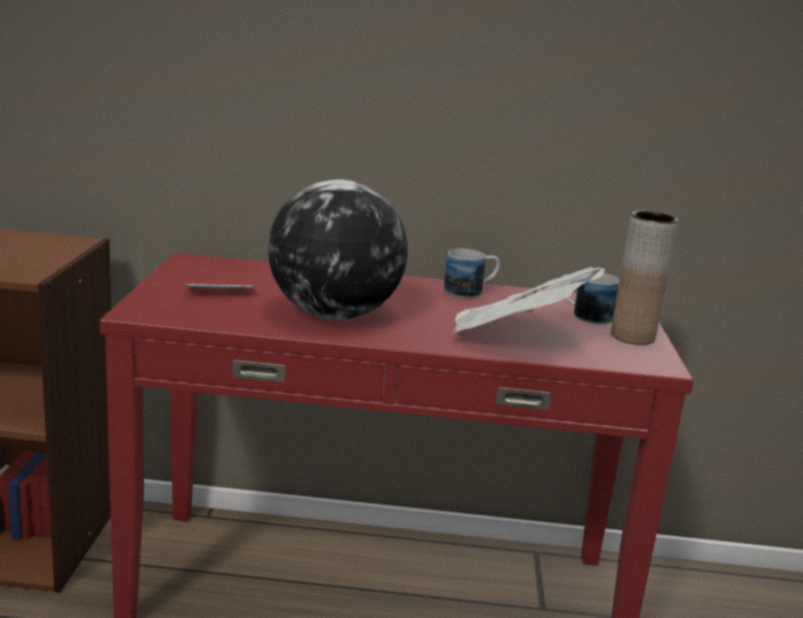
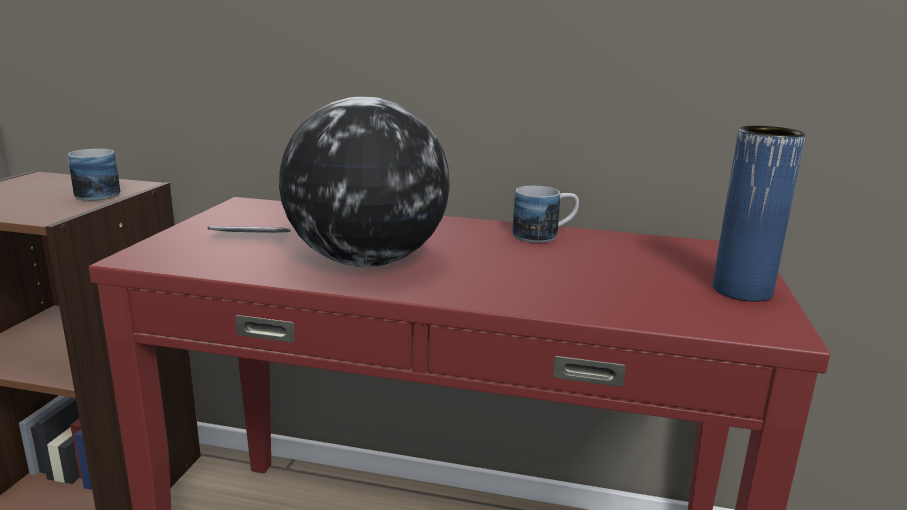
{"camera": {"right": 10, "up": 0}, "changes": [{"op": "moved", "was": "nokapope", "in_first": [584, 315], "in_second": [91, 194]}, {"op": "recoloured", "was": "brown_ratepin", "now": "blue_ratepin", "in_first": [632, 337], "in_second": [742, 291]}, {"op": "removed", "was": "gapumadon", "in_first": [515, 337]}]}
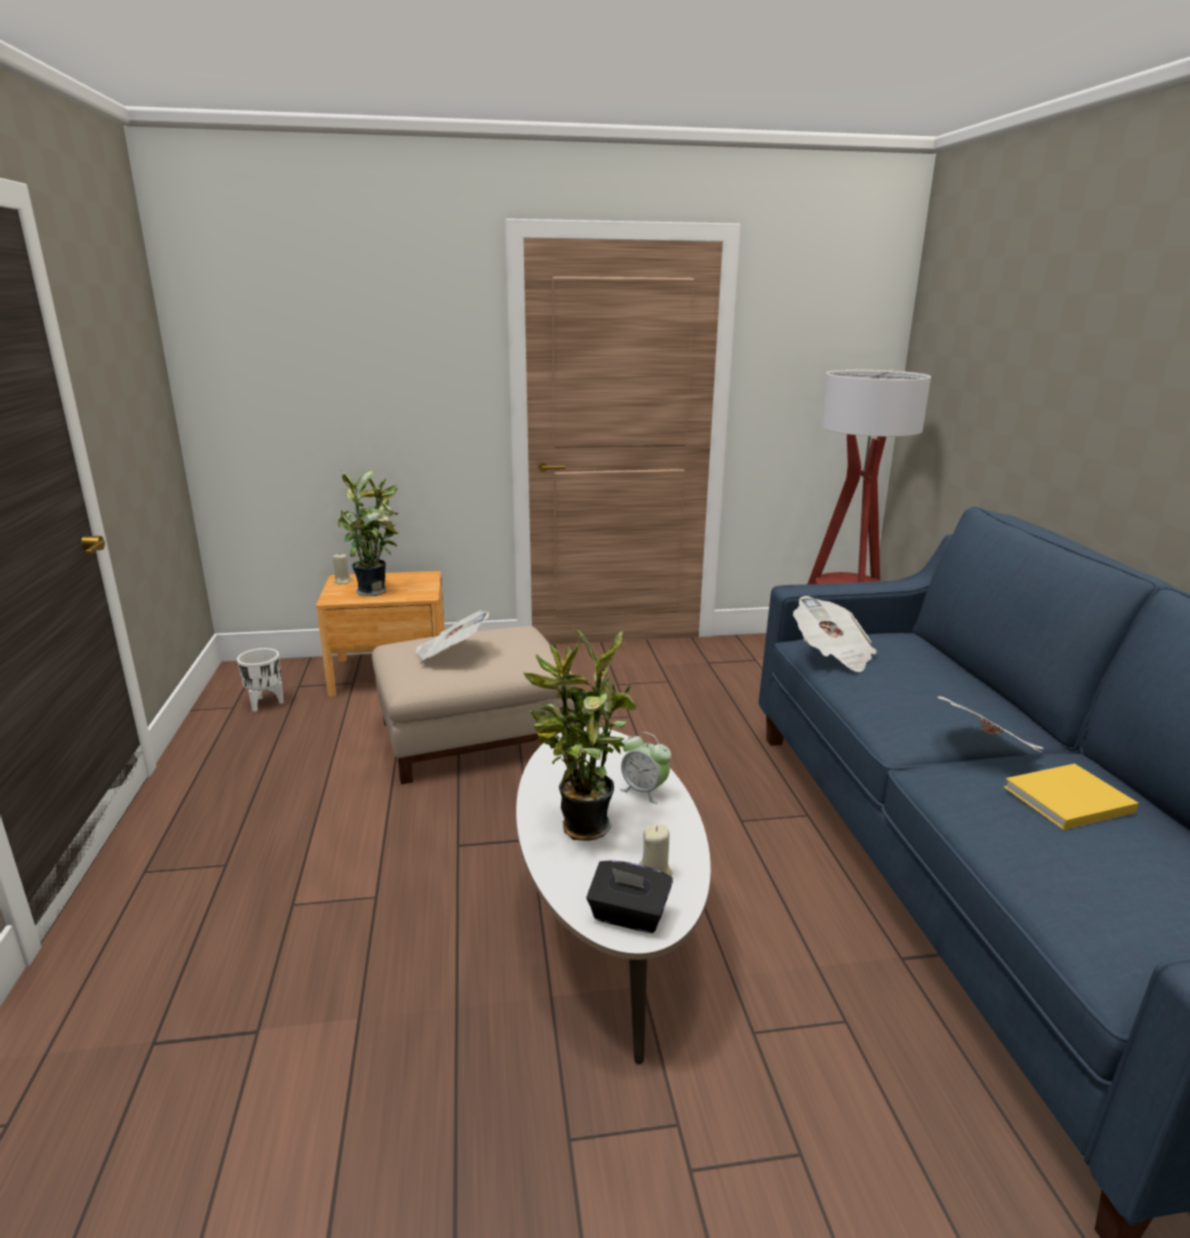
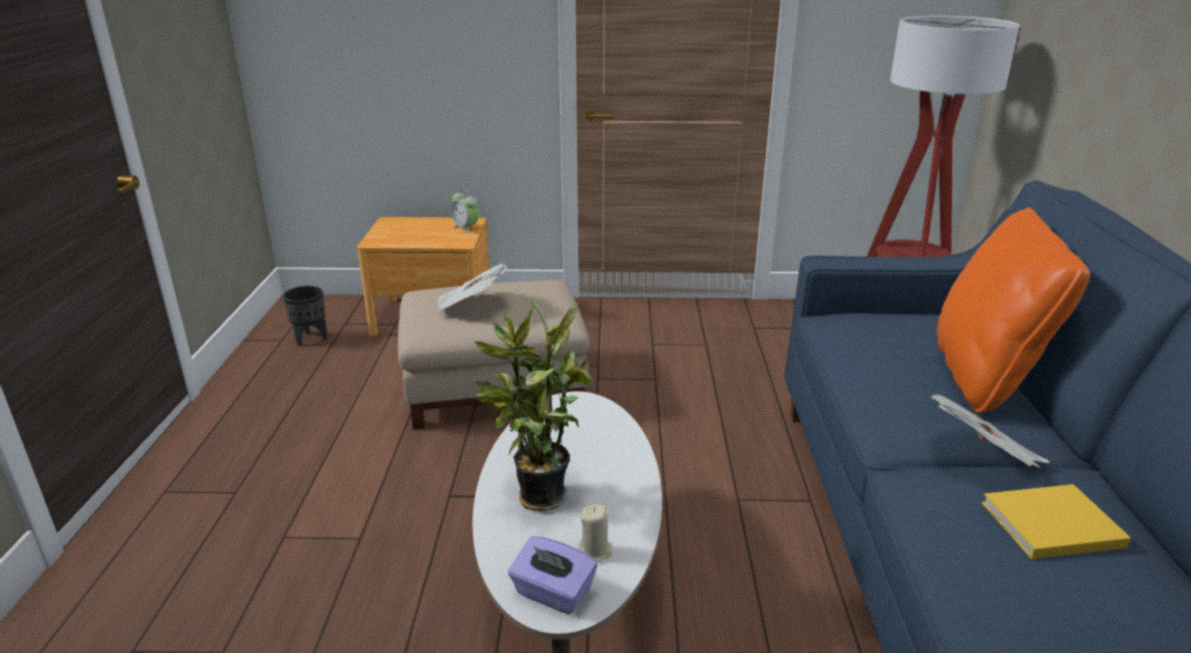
{"camera": {"right": 10, "up": 5}, "changes": [{"op": "recoloured", "was": "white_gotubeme", "now": "black_gotubeme", "in_first": [265, 703], "in_second": [311, 338]}, {"op": "moved", "was": "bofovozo", "in_first": [644, 791], "in_second": [466, 228]}, {"op": "recoloured", "was": "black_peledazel", "now": "purple_peledazel", "in_first": [628, 916], "in_second": [552, 593]}, {"op": "added", "now": "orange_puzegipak", "in_second": [985, 377]}, {"op": "removed", "was": "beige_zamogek", "in_first": [342, 581]}, {"op": "removed", "was": "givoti", "in_first": [375, 591]}, {"op": "removed", "was": "gapumadon", "in_first": [832, 654]}]}
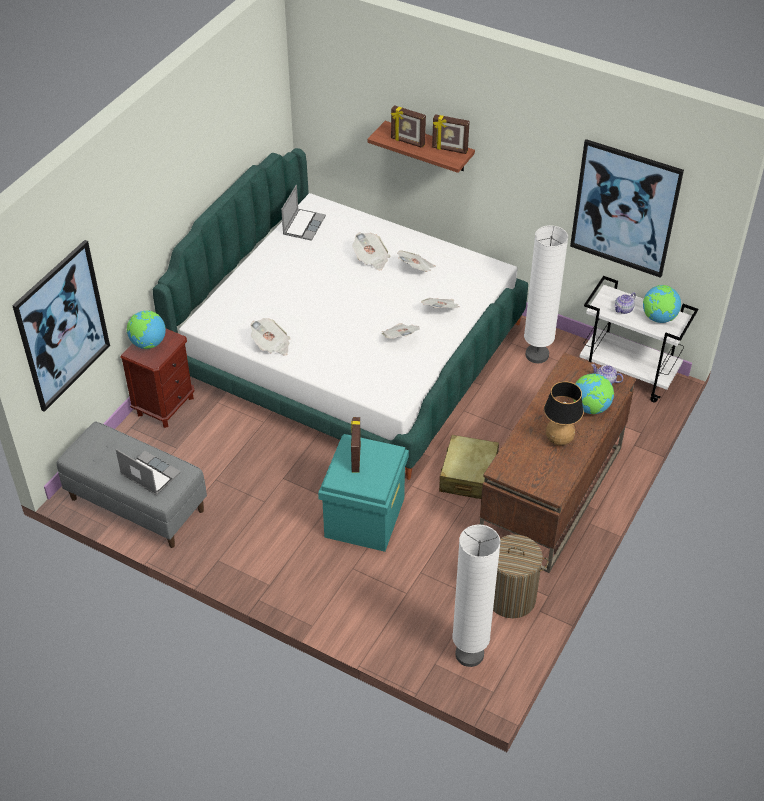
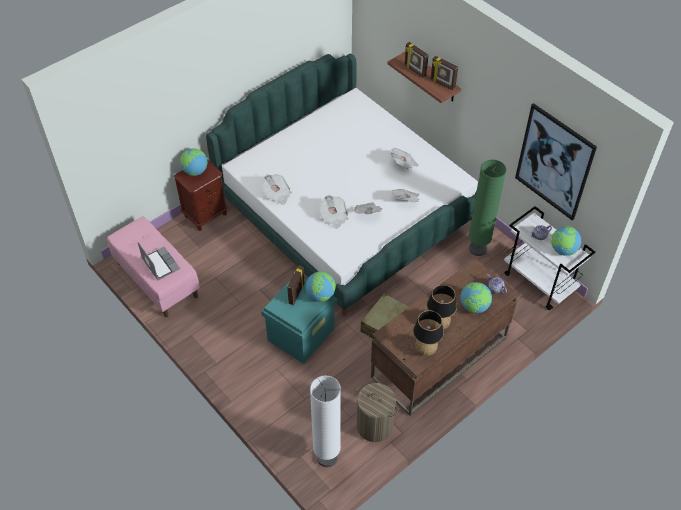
{"camera": {"right": 20, "up": 5}, "changes": [{"op": "recoloured", "was": "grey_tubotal", "now": "pink_tubotal", "in_first": [136, 504], "in_second": [156, 280]}, {"op": "added", "now": "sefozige", "in_second": [321, 295]}, {"op": "moved", "was": "gapumadon", "in_first": [371, 259], "in_second": [334, 217]}, {"op": "added", "now": "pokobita", "in_second": [422, 349]}, {"op": "recoloured", "was": "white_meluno", "now": "green_meluno", "in_first": [537, 355], "in_second": [477, 249]}, {"op": "removed", "was": "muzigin", "in_first": [62, 326]}, {"op": "removed", "was": "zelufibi", "in_first": [303, 225]}]}
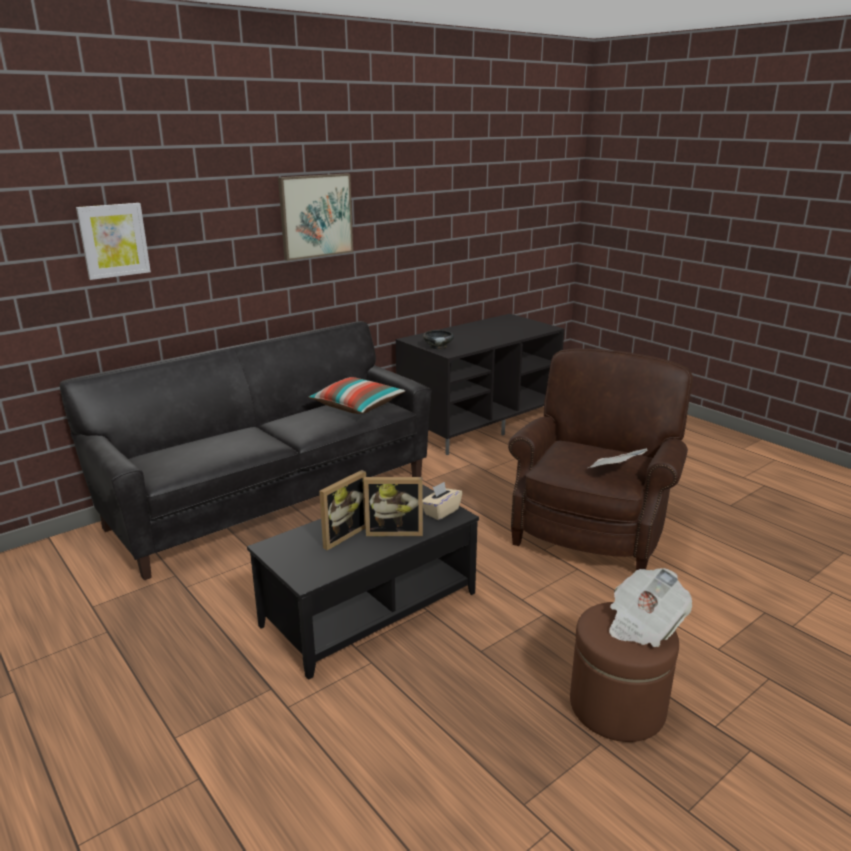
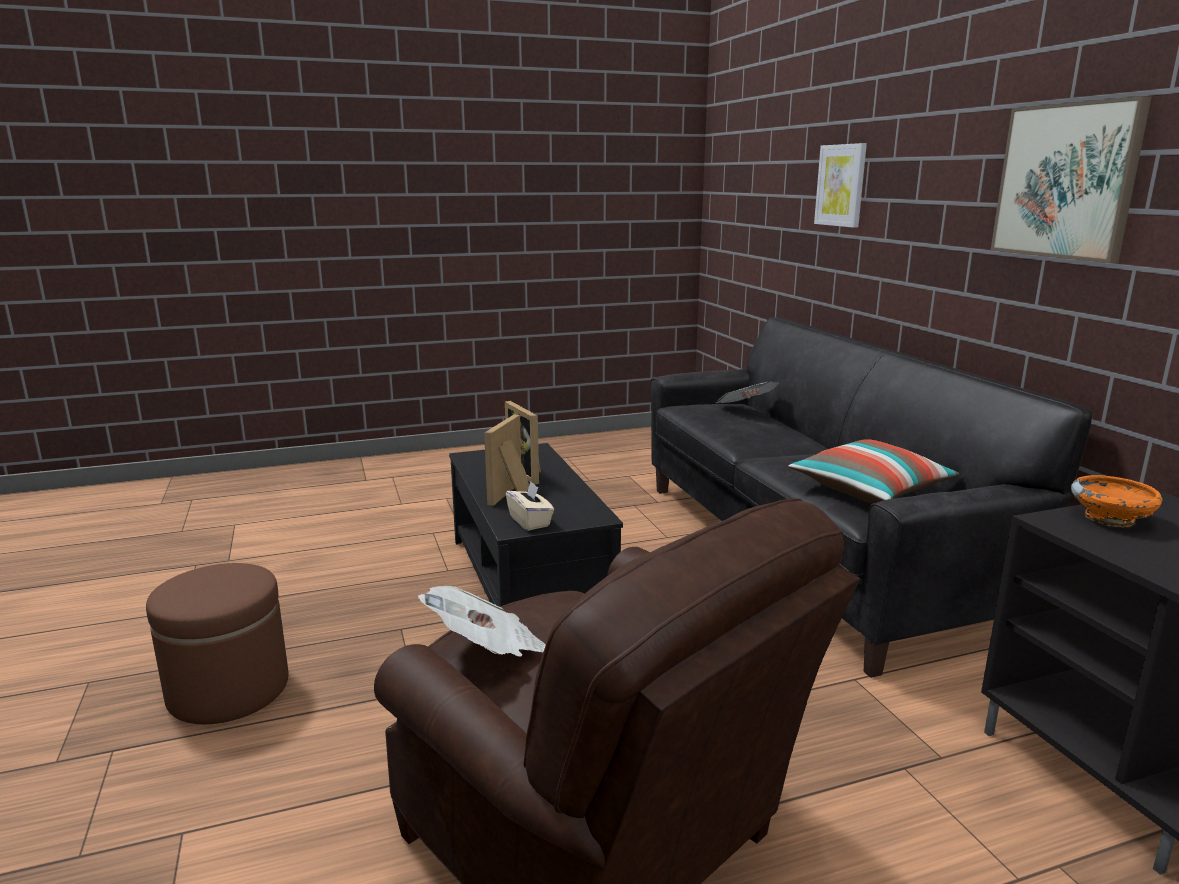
{"camera": {"right": 110, "up": -5}, "changes": [{"op": "moved", "was": "gapumadon", "in_first": [643, 624], "in_second": [745, 409]}, {"op": "recoloured", "was": "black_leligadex", "now": "orange_leligadex", "in_first": [438, 346], "in_second": [1110, 519]}]}
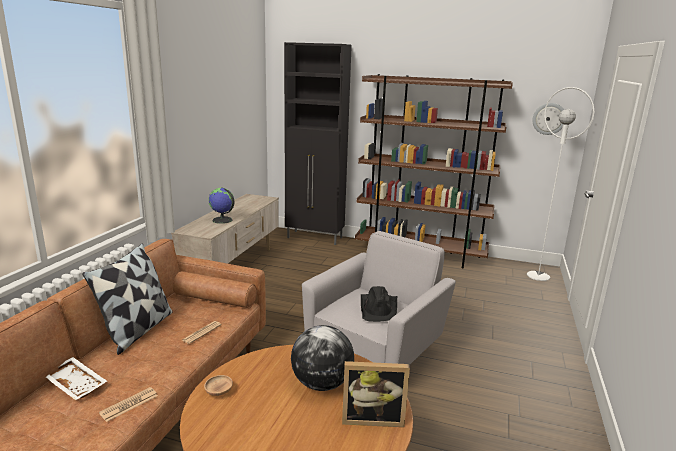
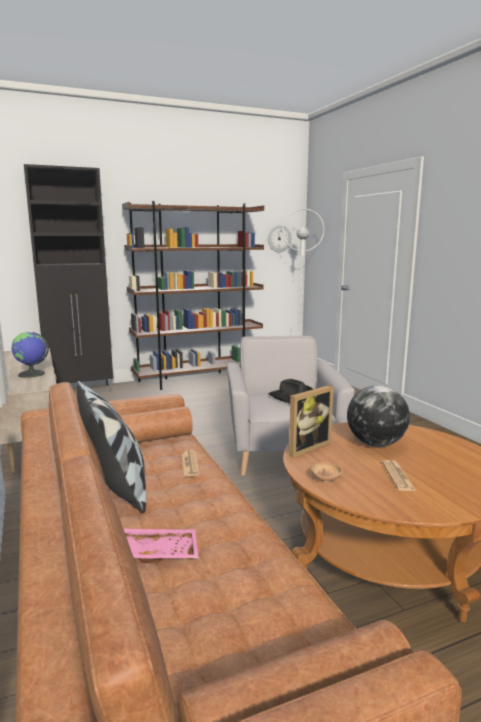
{"camera": {"right": -40, "up": -5}, "changes": [{"op": "recoloured", "was": "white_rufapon", "now": "pink_rufapon", "in_first": [76, 384], "in_second": [157, 552]}, {"op": "moved", "was": "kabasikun", "in_first": [372, 418], "in_second": [305, 447]}, {"op": "moved", "was": "gapumadon", "in_first": [129, 404], "in_second": [398, 476]}]}
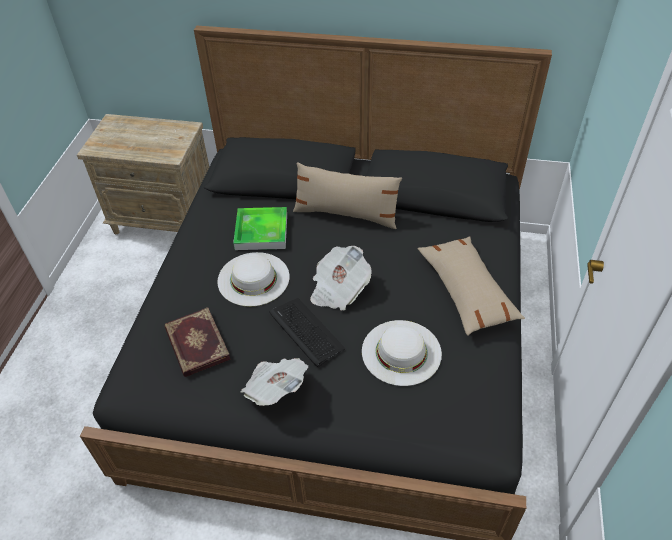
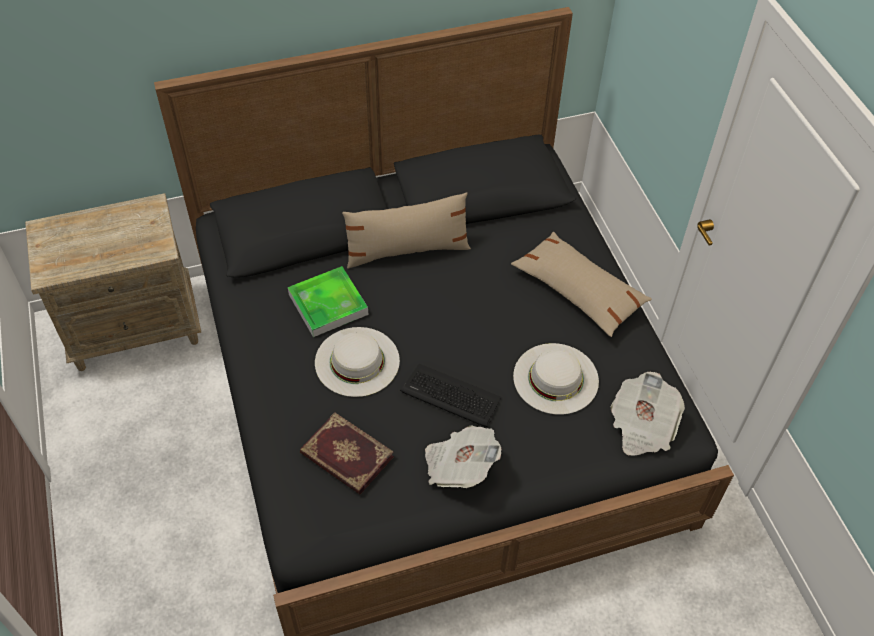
{"camera": {"right": -30, "up": 5}, "changes": [{"op": "moved", "was": "gapumadon", "in_first": [338, 289], "in_second": [642, 426]}]}
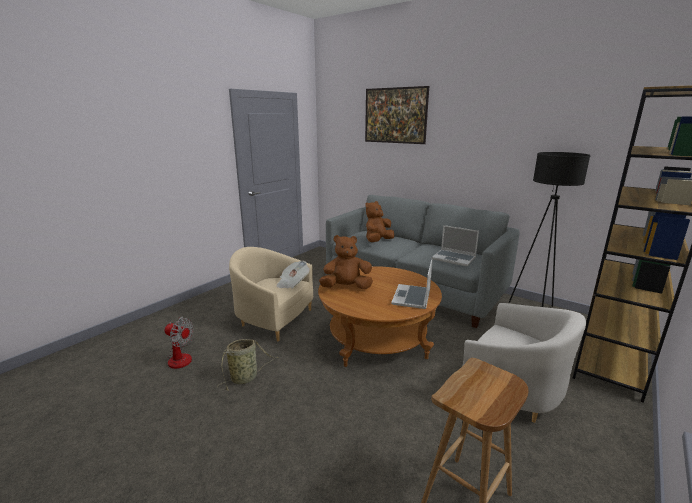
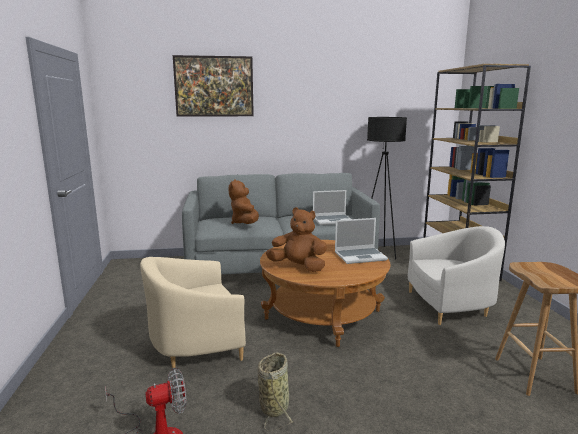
{"camera": {"right": -45, "up": -5}, "changes": [{"op": "turned", "was": "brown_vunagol", "in_first": [346, 287], "in_second": [298, 267], "clockwise": 75}, {"op": "turned", "was": "zelufibi", "in_first": [412, 298], "in_second": [360, 256], "clockwise": -75}, {"op": "removed", "was": "gapumadon", "in_first": [292, 283]}]}
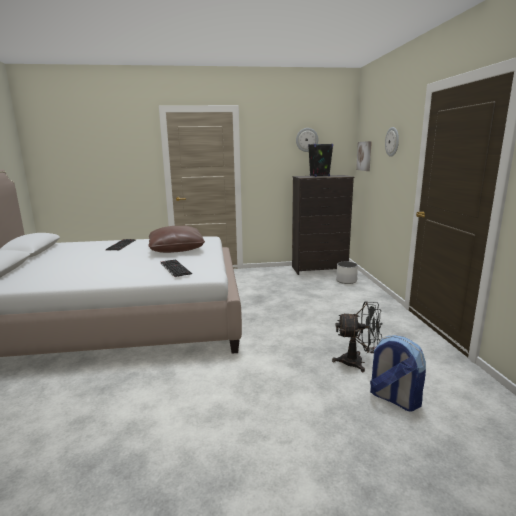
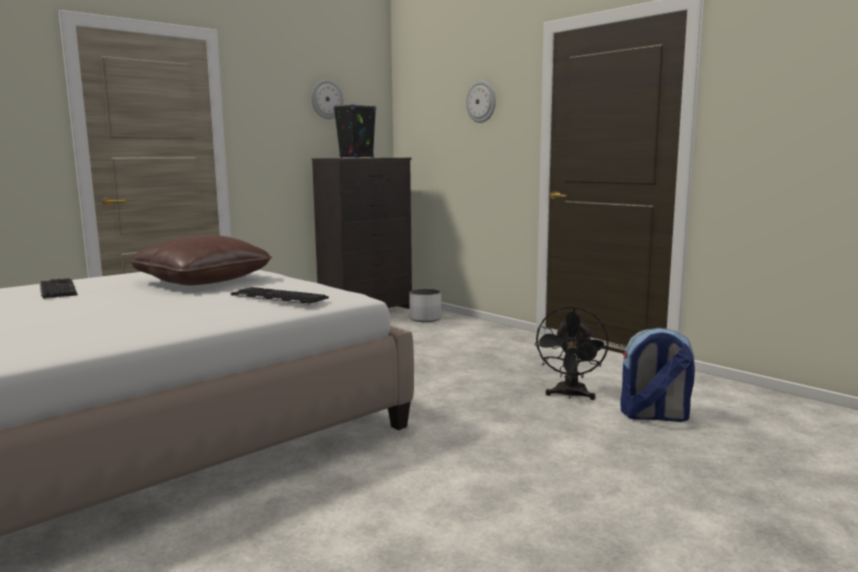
{"camera": {"right": -35, "up": -5}, "changes": [{"op": "turned", "was": "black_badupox", "in_first": [358, 362], "in_second": [570, 395], "clockwise": 135}, {"op": "removed", "was": "muzigin", "in_first": [364, 156]}]}
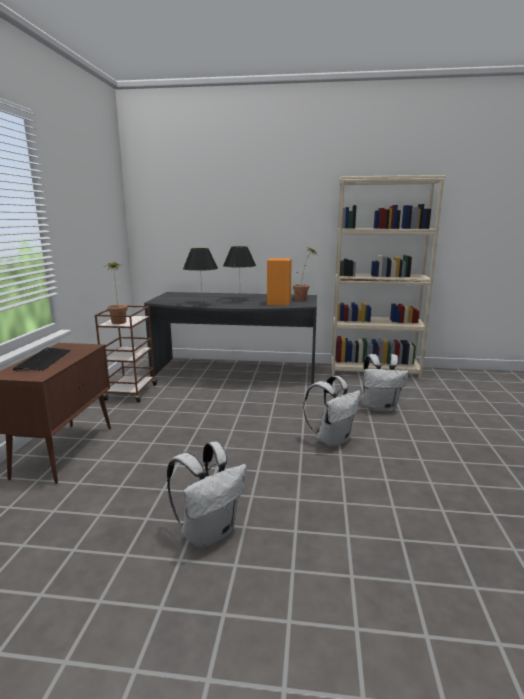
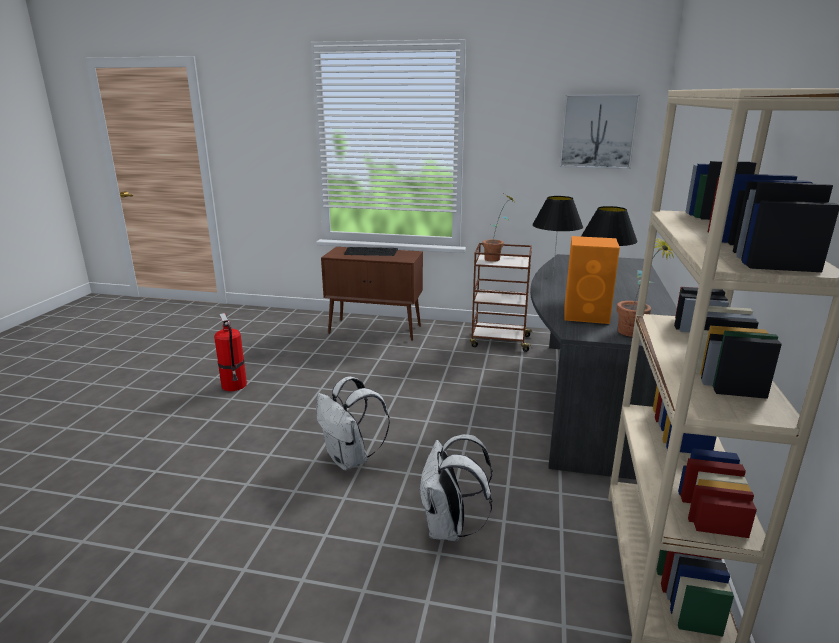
{"camera": {"right": 95, "up": 5}, "changes": [{"op": "replaced", "was": "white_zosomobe", "now": "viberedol", "in_first": [209, 532], "in_second": [234, 385]}, {"op": "added", "now": "muzigin", "in_second": [598, 131]}]}
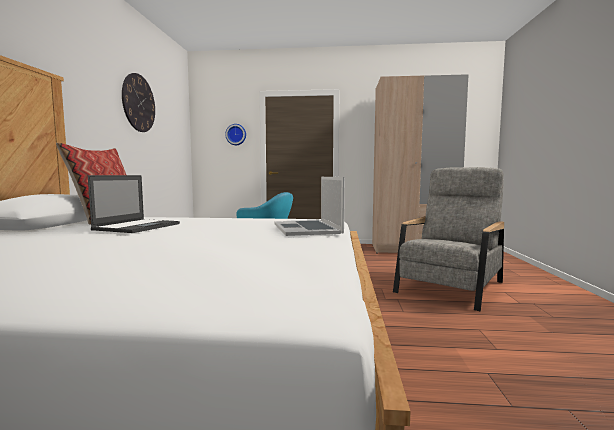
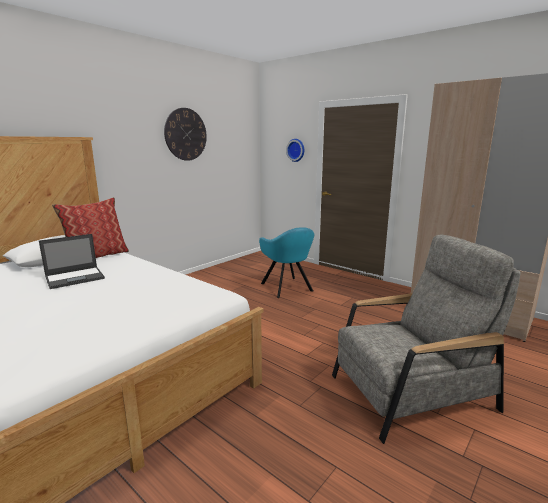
{"camera": {"right": 35, "up": 10}, "changes": [{"op": "removed", "was": "zelufibi", "in_first": [307, 228]}]}
